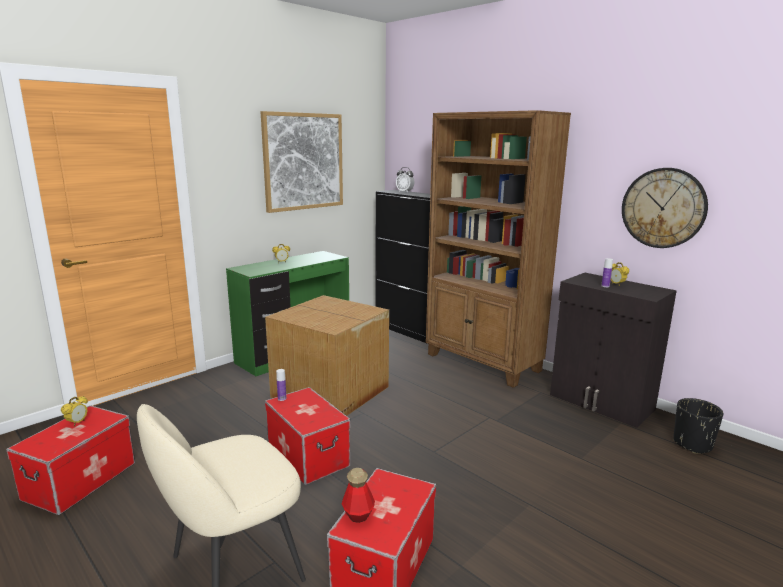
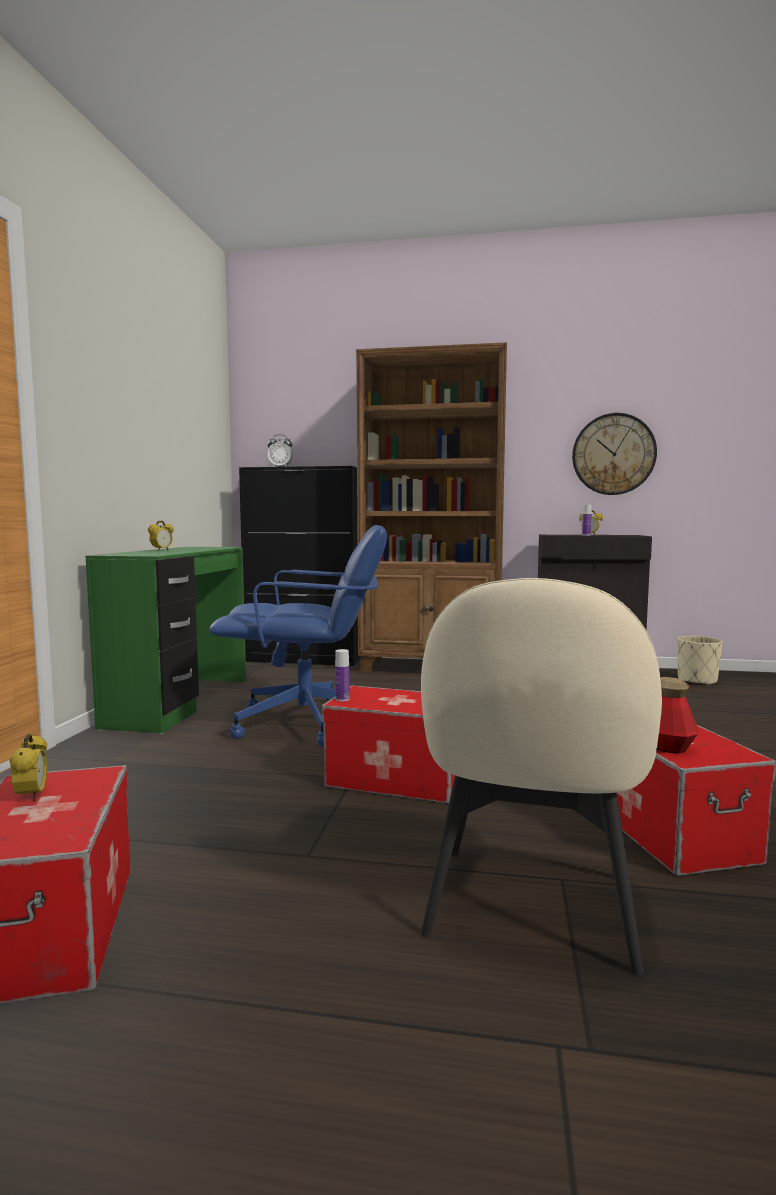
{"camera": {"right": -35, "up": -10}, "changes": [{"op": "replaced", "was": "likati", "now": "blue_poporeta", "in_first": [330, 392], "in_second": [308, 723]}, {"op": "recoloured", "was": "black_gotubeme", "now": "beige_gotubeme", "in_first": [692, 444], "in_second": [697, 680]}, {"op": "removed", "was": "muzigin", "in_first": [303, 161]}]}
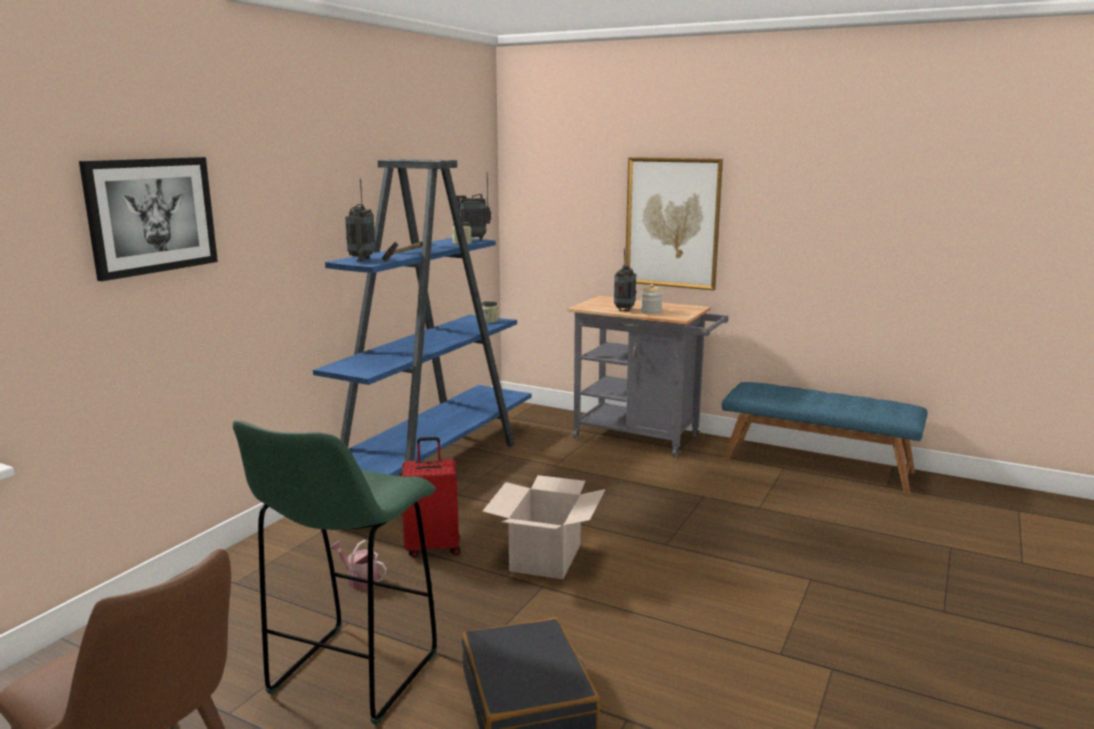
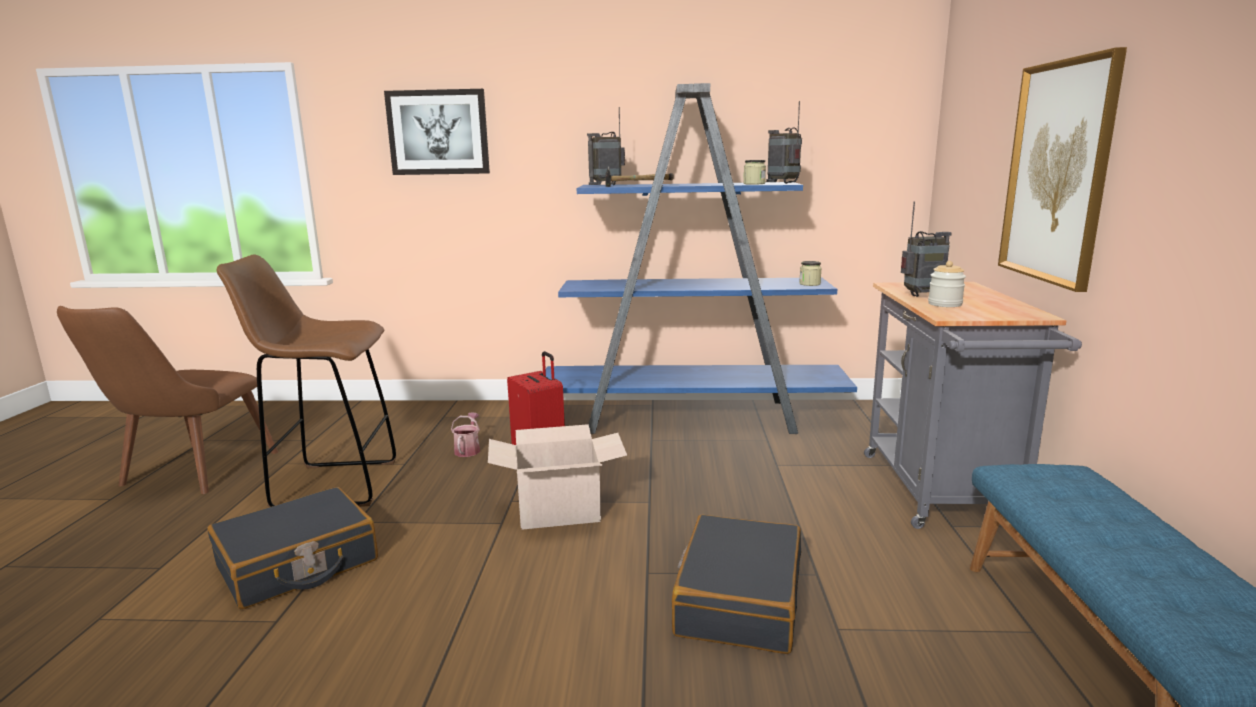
{"camera": {"right": 65, "up": 0}, "changes": [{"op": "recoloured", "was": "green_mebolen", "now": "brown_mebolen", "in_first": [351, 676], "in_second": [332, 485]}, {"op": "added", "now": "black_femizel", "in_second": [738, 600]}]}
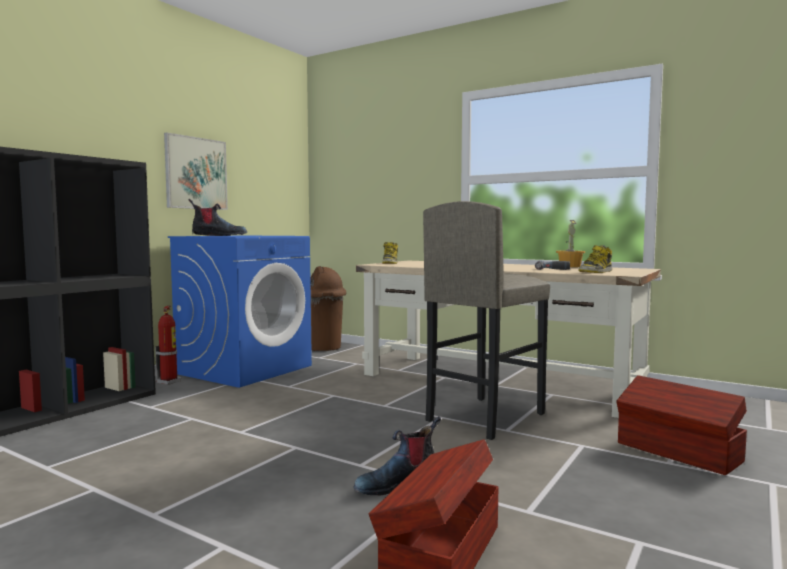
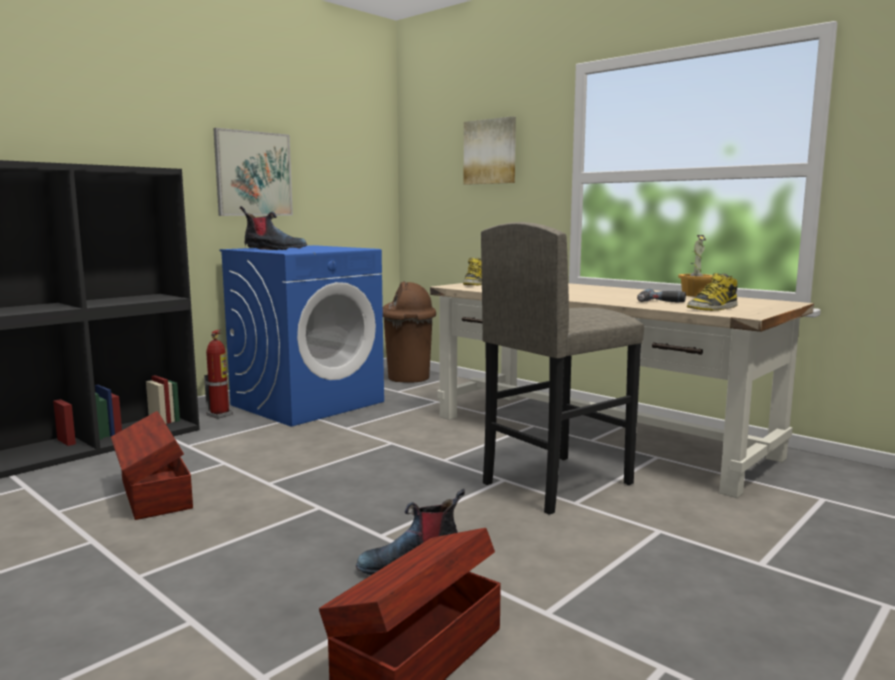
{"camera": {"right": 10, "up": 5}, "changes": [{"op": "moved", "was": "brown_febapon", "in_first": [678, 453], "in_second": [154, 495]}, {"op": "added", "now": "muzigin", "in_second": [490, 152]}]}
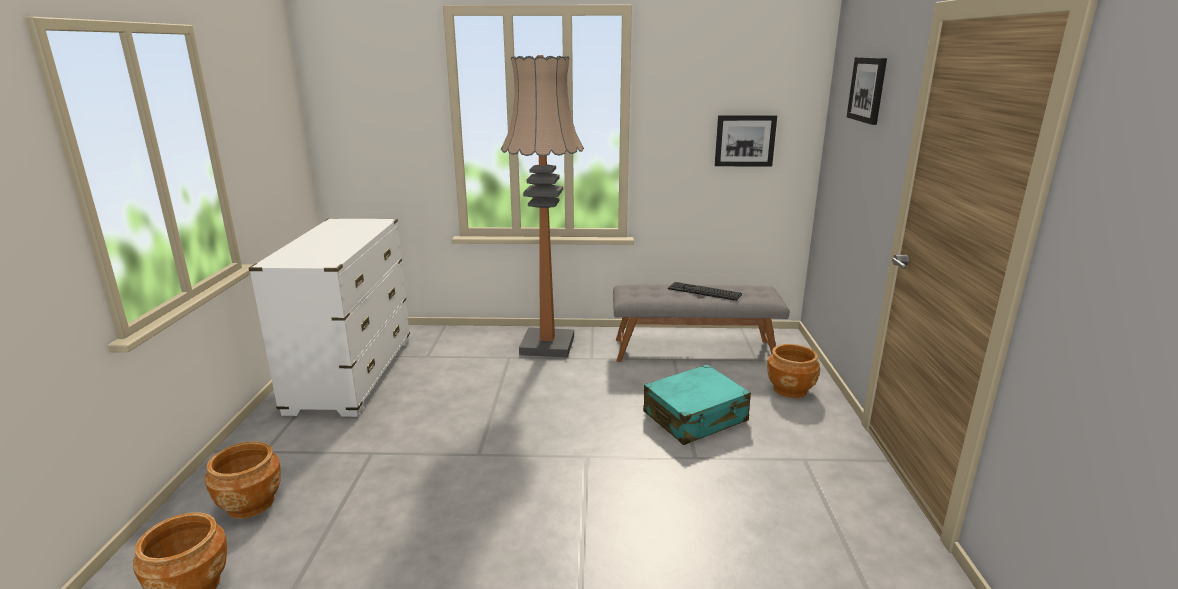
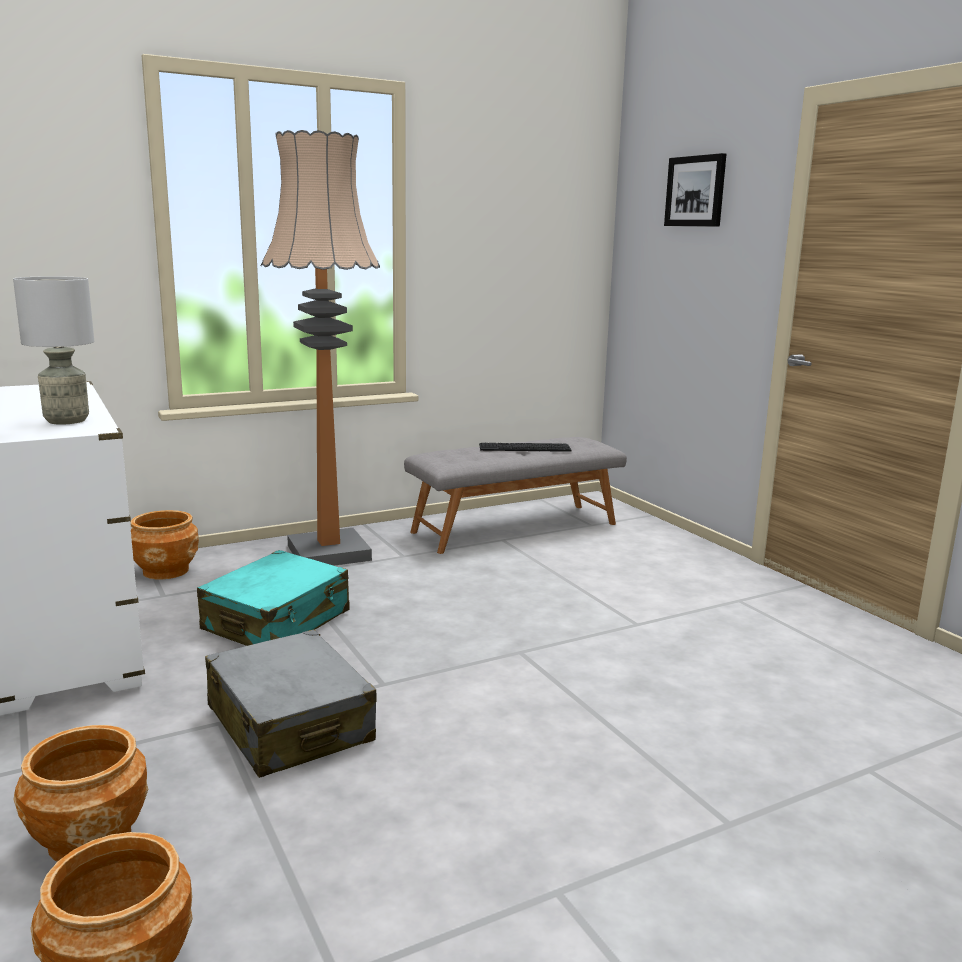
{"camera": {"right": -30, "up": -5}, "changes": [{"op": "added", "now": "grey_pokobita", "in_second": [67, 421]}, {"op": "moved", "was": "brown_gotubeme", "in_first": [790, 390], "in_second": [166, 571]}, {"op": "moved", "was": "turquoise_femizel", "in_first": [695, 417], "in_second": [277, 621]}, {"op": "added", "now": "grey_femizel", "in_second": [290, 724]}, {"op": "removed", "was": "muzigin", "in_first": [744, 140]}]}
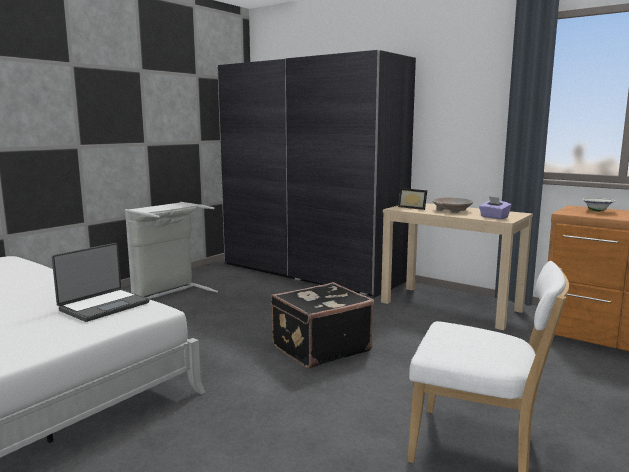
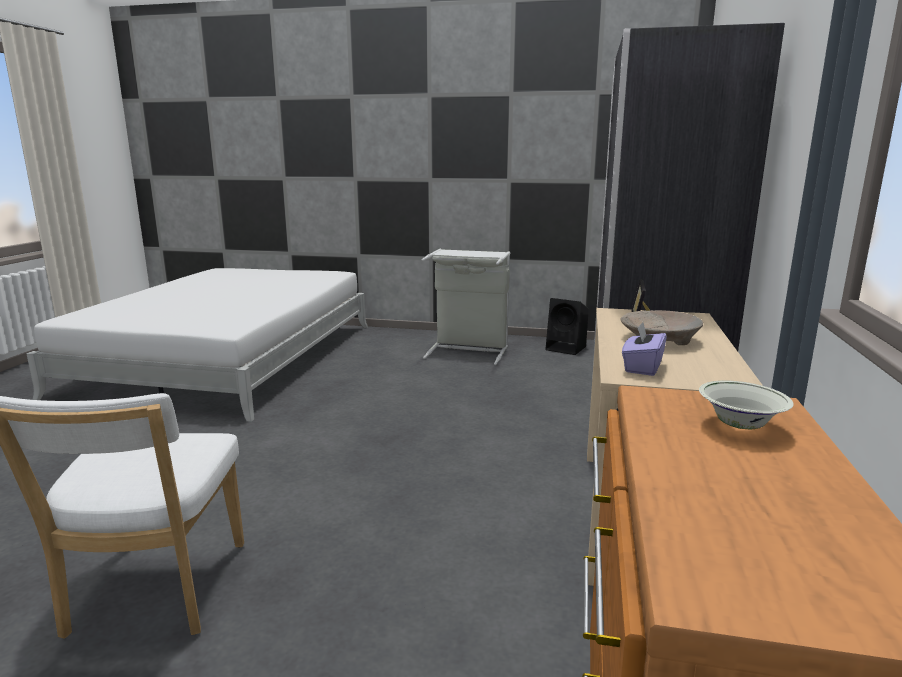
{"camera": {"right": 65, "up": 5}, "changes": [{"op": "added", "now": "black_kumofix", "in_second": [567, 348]}, {"op": "removed", "was": "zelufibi", "in_first": [103, 306]}, {"op": "removed", "was": "black_femizel", "in_first": [319, 348]}]}
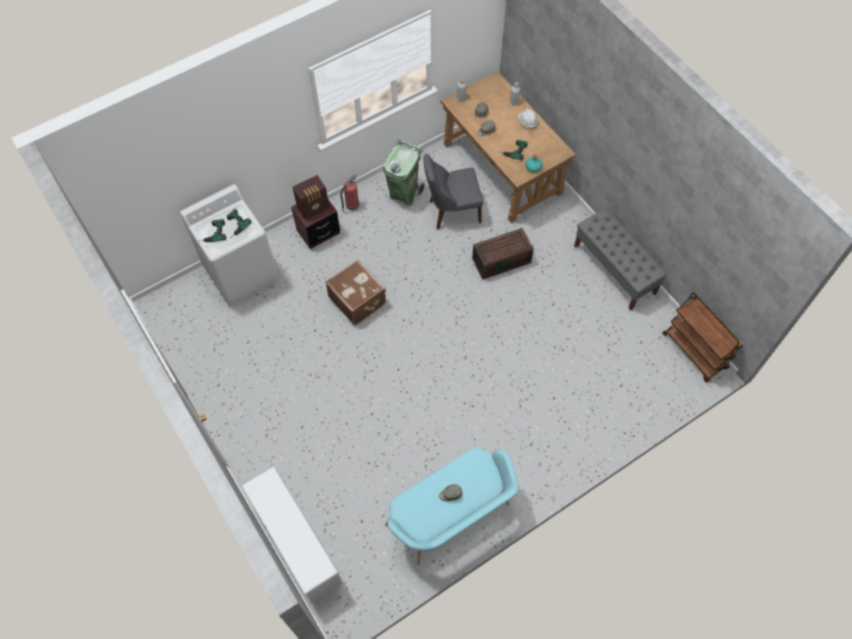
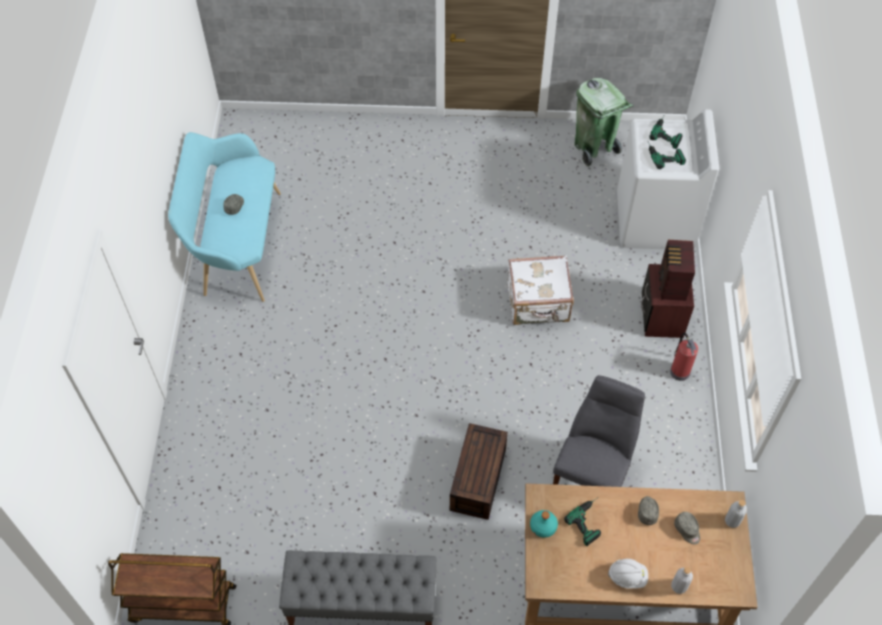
{"camera": {"right": 125, "up": -5}, "changes": [{"op": "recoloured", "was": "brown_femizel", "now": "white_femizel", "in_first": [358, 299], "in_second": [538, 304]}, {"op": "moved", "was": "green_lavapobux", "in_first": [404, 193], "in_second": [594, 147]}, {"op": "removed", "was": "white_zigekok", "in_first": [296, 543]}]}
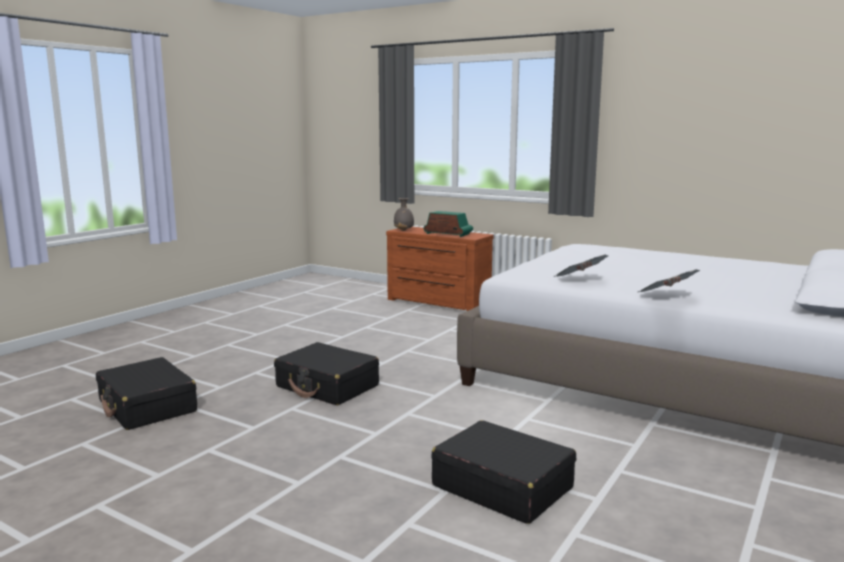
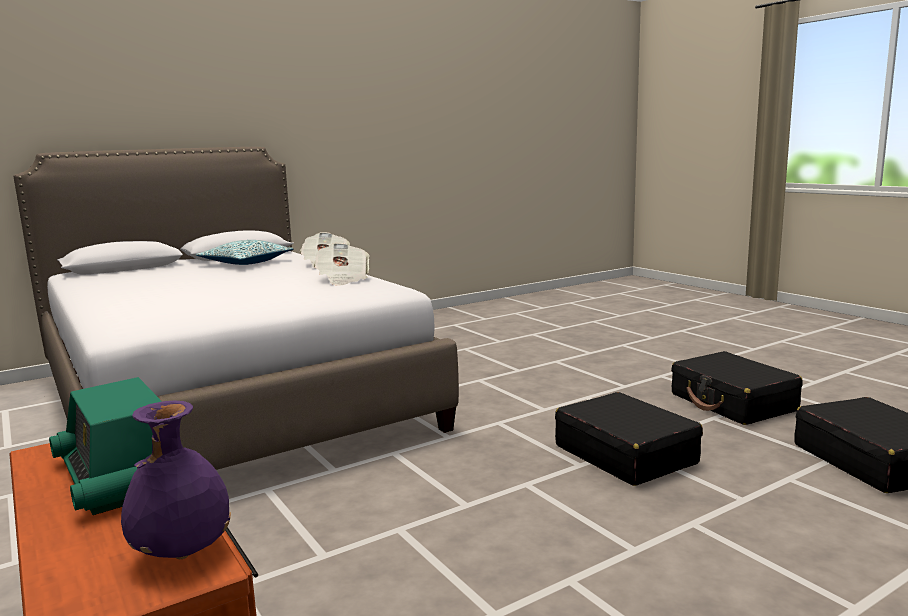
{"camera": {"right": -155, "up": 0}, "changes": [{"op": "recoloured", "was": "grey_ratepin", "now": "purple_ratepin", "in_first": [404, 230], "in_second": [182, 552]}, {"op": "added", "now": "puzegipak", "in_second": [246, 263]}, {"op": "moved", "was": "black_femizel", "in_first": [502, 486], "in_second": [733, 403]}]}
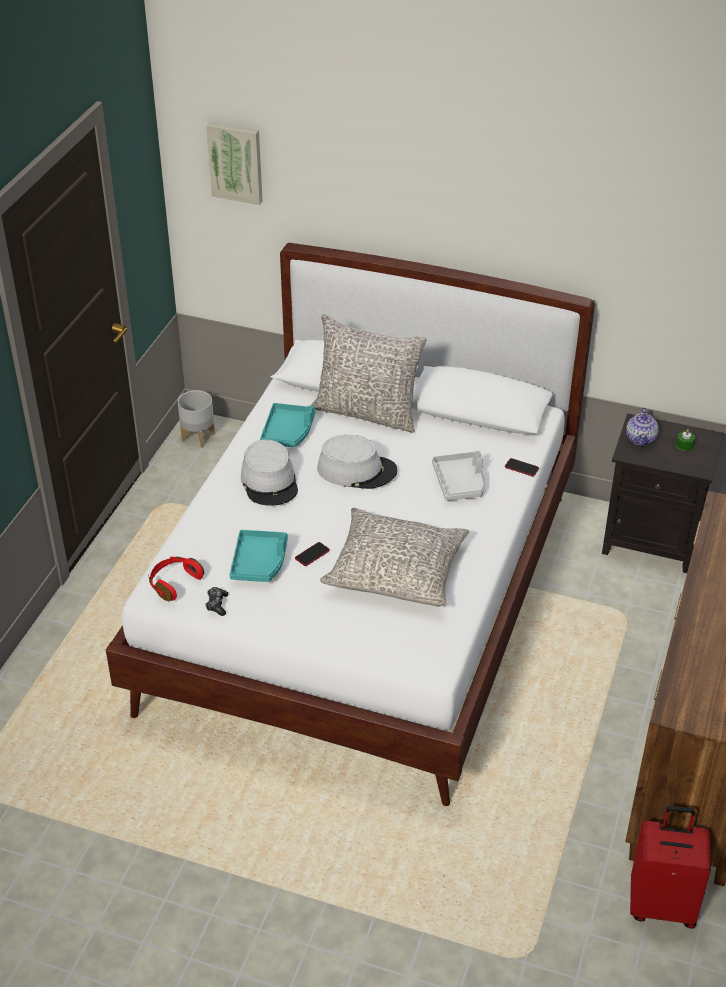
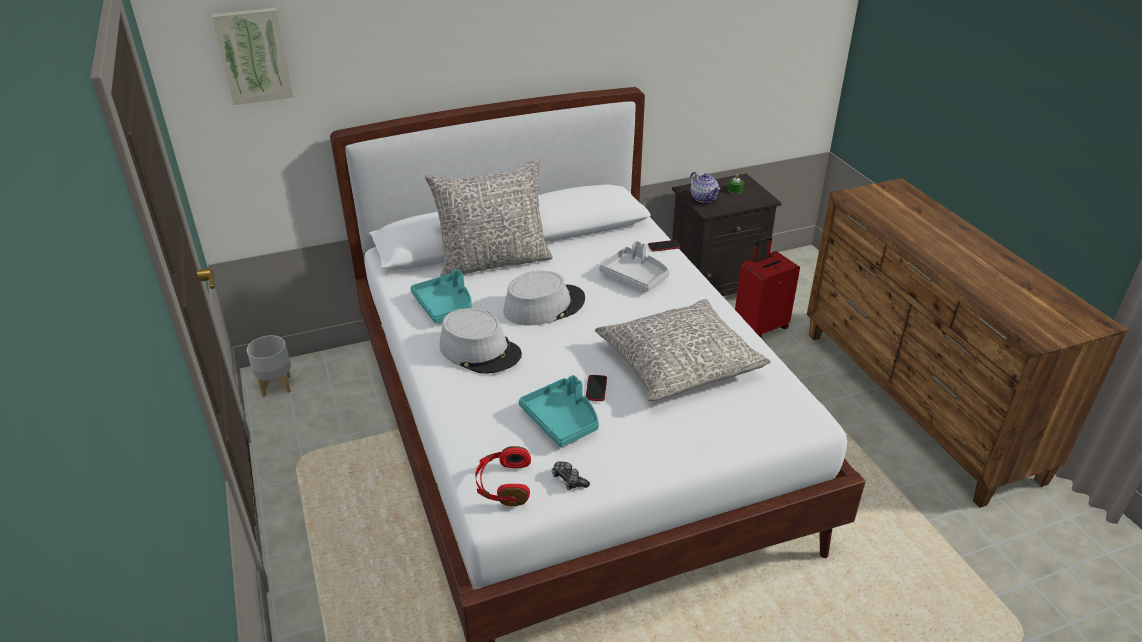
{"camera": {"right": -40, "up": -5}, "changes": [{"op": "moved", "was": "red_femizel", "in_first": [662, 905], "in_second": [760, 327]}]}
